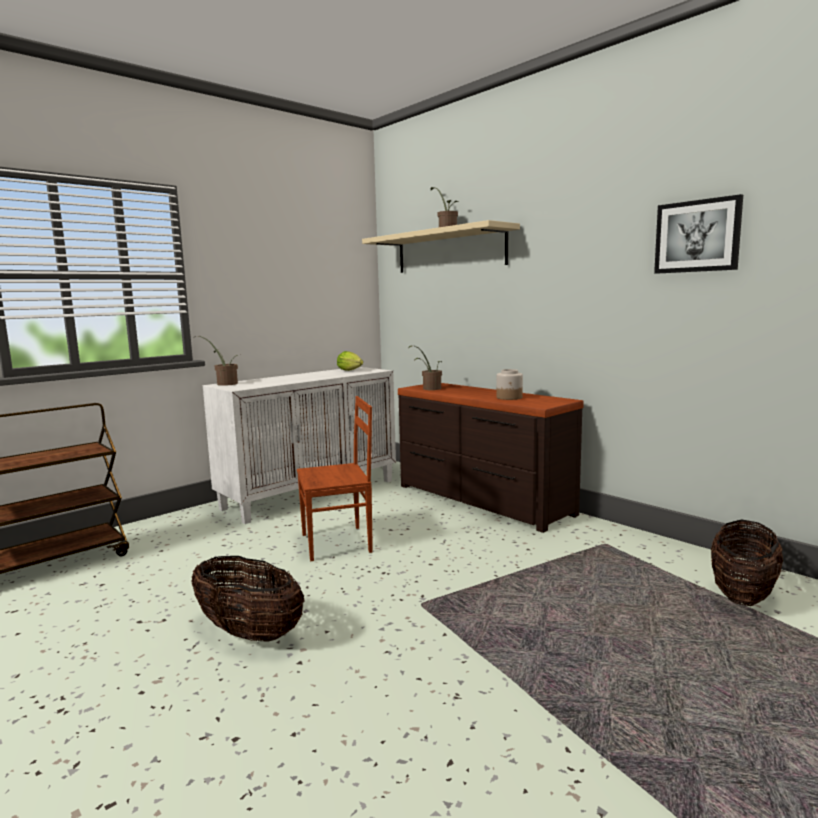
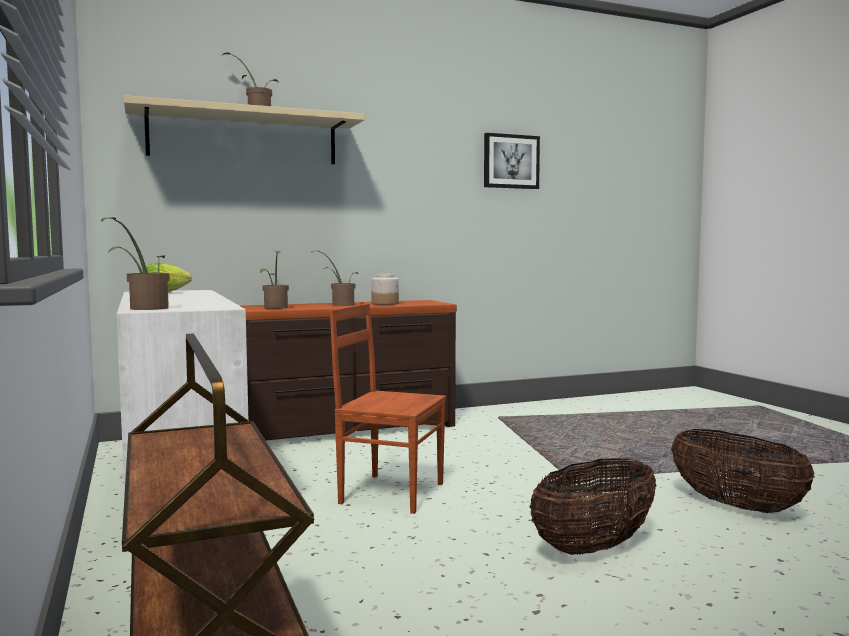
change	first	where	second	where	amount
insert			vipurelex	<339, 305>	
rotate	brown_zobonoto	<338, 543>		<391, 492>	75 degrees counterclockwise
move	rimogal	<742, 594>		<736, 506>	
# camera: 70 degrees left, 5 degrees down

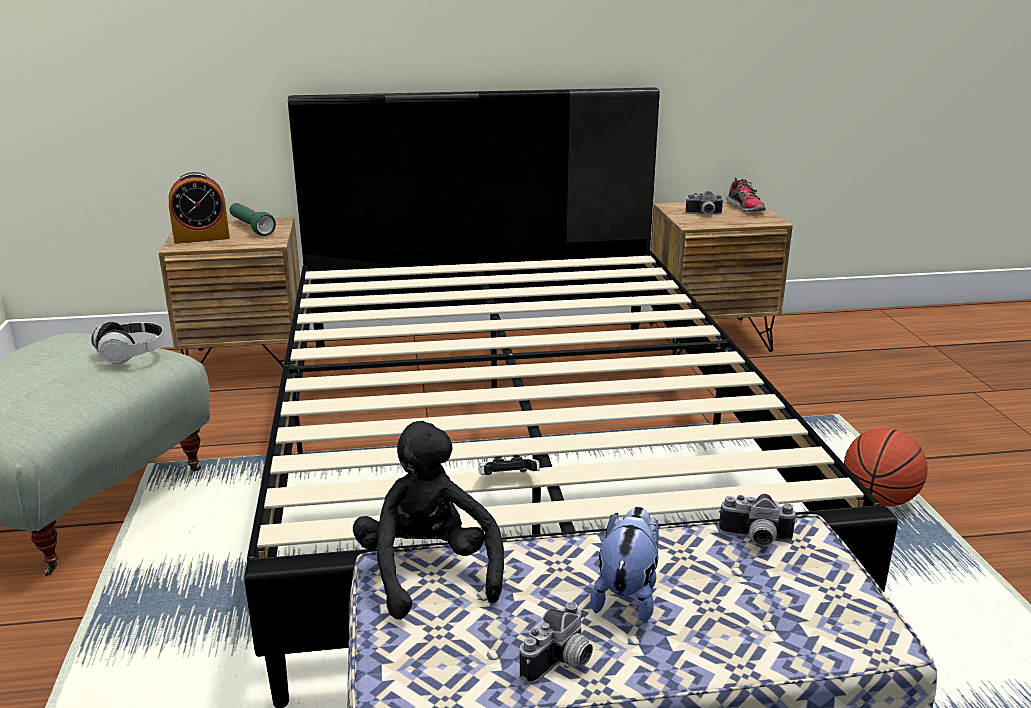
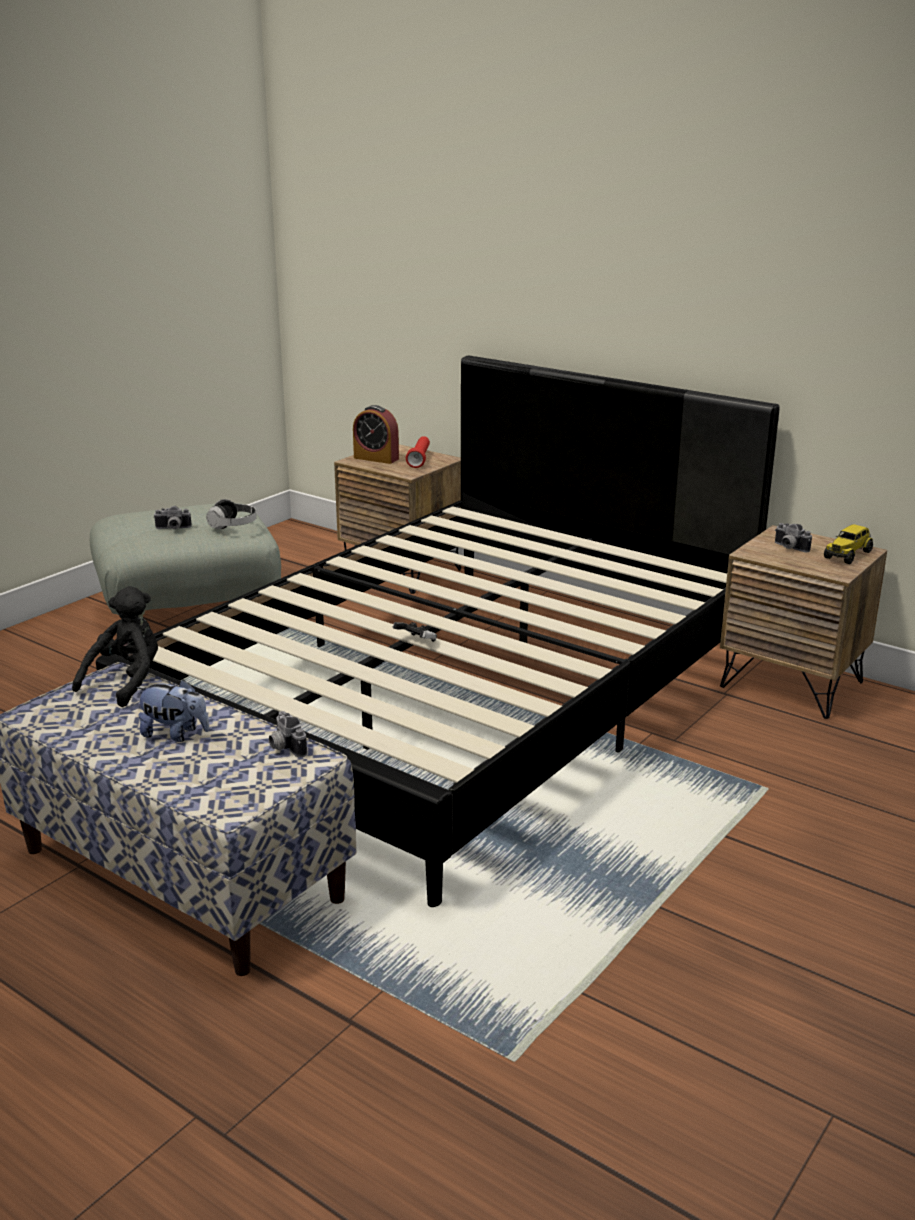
change	first	where	second	where	amount
rotate	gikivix	<627, 595>		<175, 734>	45 degrees clockwise
move	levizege	<561, 664>		<173, 529>	
move	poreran	<508, 481>		<416, 642>	
recolor	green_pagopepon	<251, 228>	red_pagopepon	<419, 459>	
replace	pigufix	<746, 208>	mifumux	<848, 555>	
delete	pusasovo	<878, 500>			
# camera: 45 degrees right, 0 degrees up

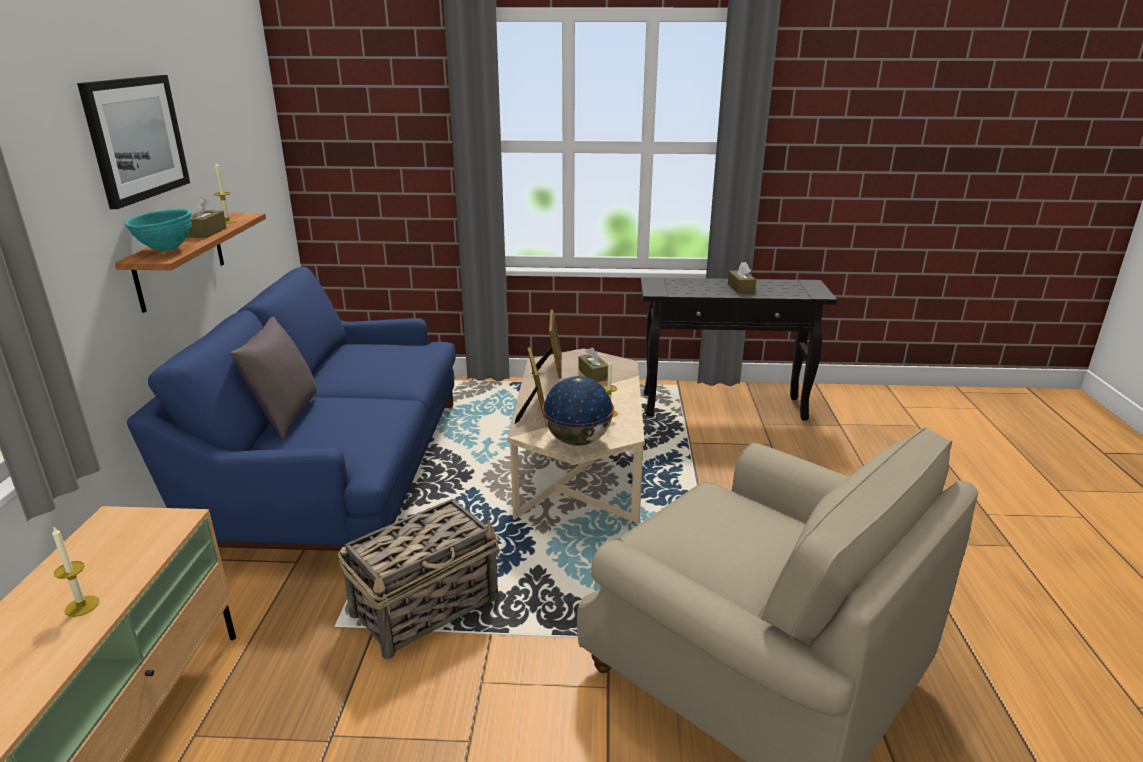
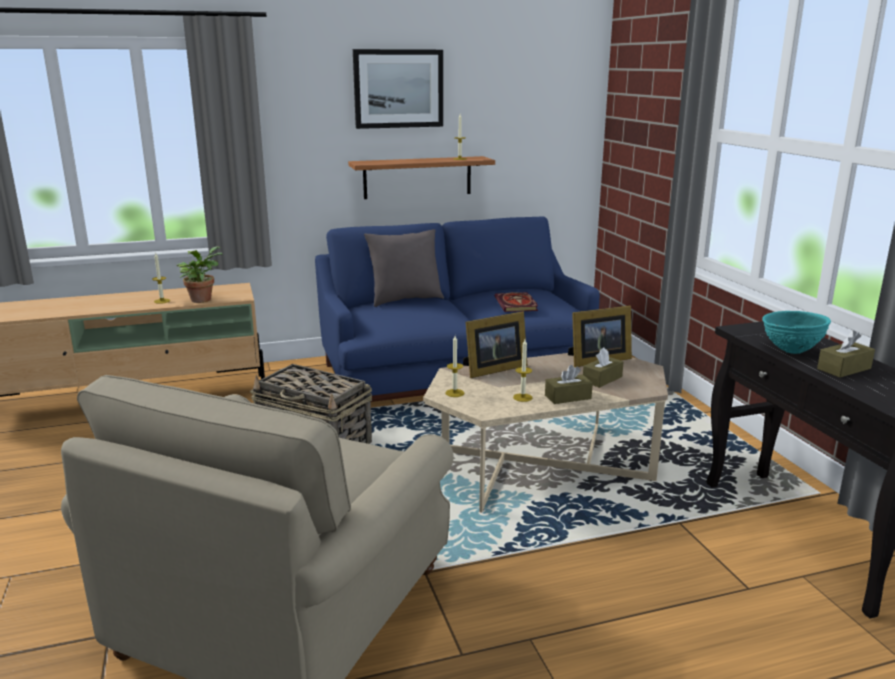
change	first	where	second	where	amount
insert			vipurelex	<202, 299>	
replace	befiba	<577, 441>	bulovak	<454, 393>	
insert			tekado	<517, 305>	
move	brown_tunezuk	<206, 232>		<568, 397>	
move	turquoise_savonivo	<166, 250>		<790, 351>	
# camera: 70 degrees right, 5 degrees down

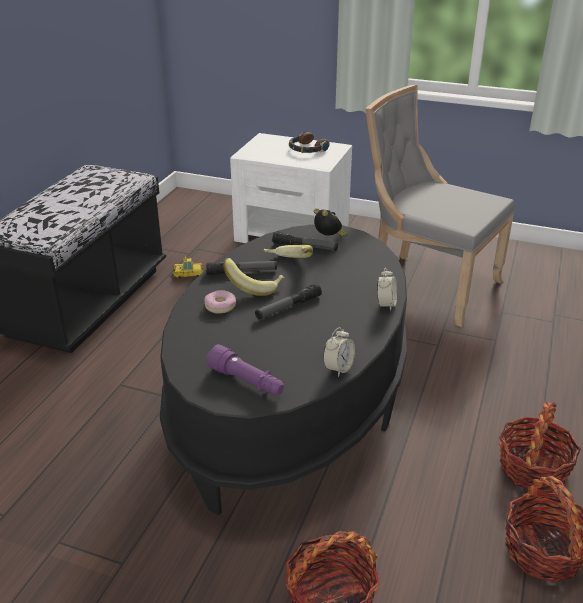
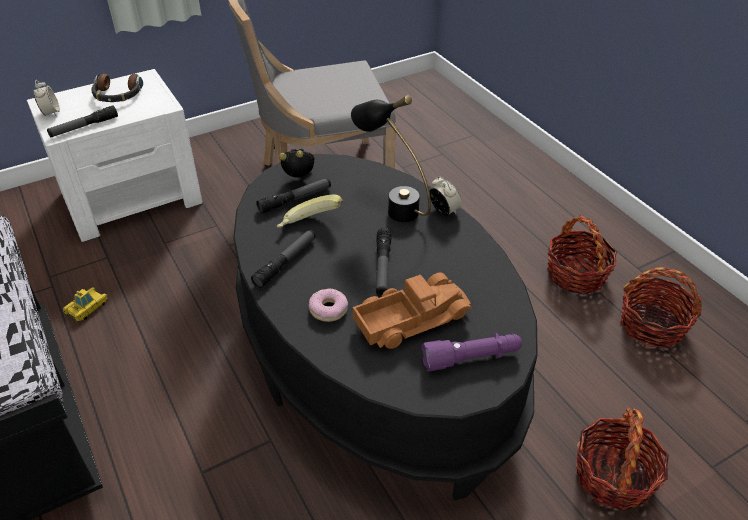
change	first	where	second	where	amount
move	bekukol	<338, 368>		<51, 113>	
insert			pagopepon	<84, 127>	
insert			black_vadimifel	<392, 205>	
insert			mifumux	<410, 318>	
delete	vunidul	<254, 287>			
# camera: 50 degrees left, 10 degrees up

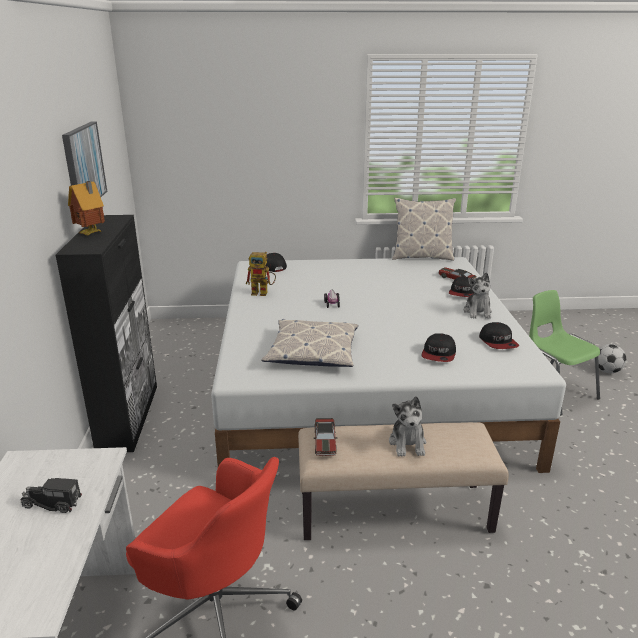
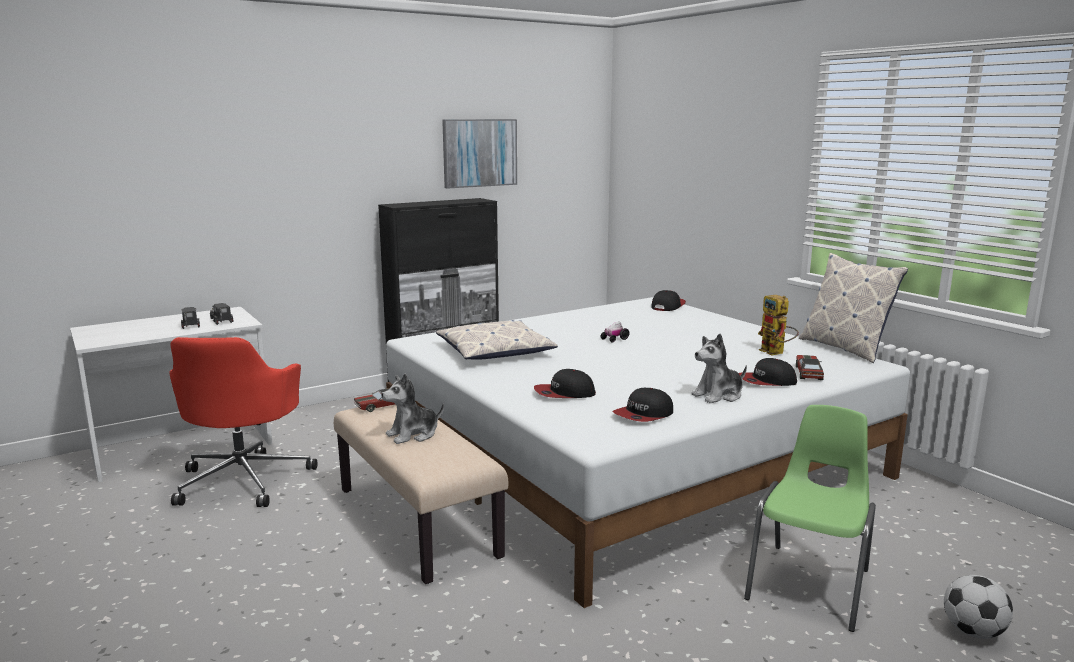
change	first	where	second	where	amount
insert			mifumux	<221, 321>	
move	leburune	<263, 293>		<776, 353>	
delete	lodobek	<91, 234>			
# camera: 60 degrees right, 10 degrees down

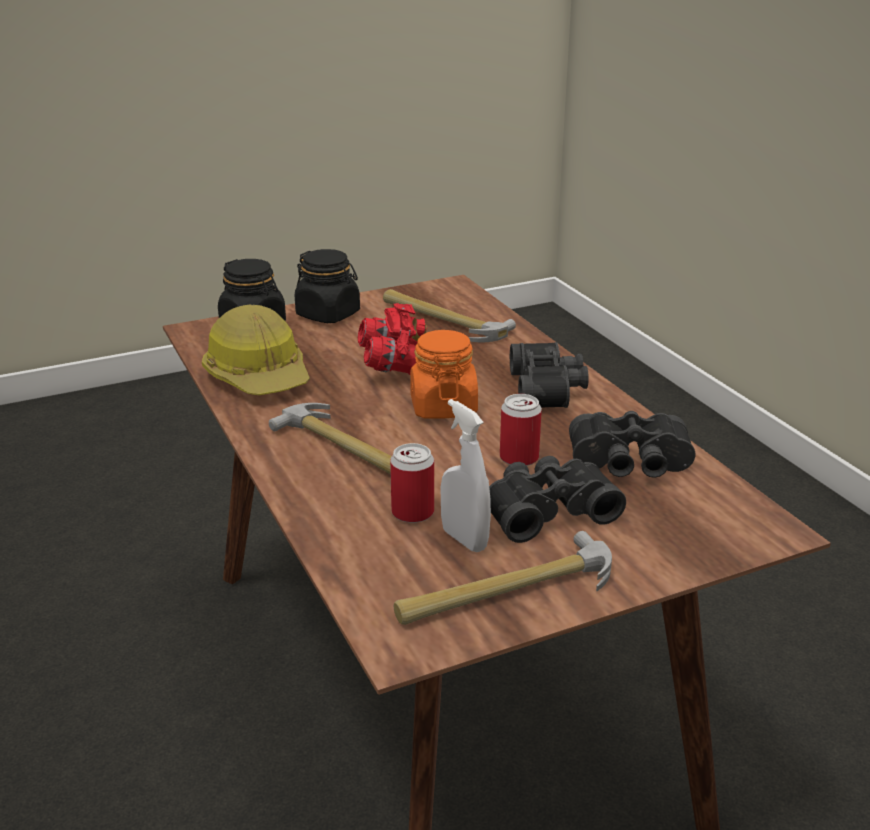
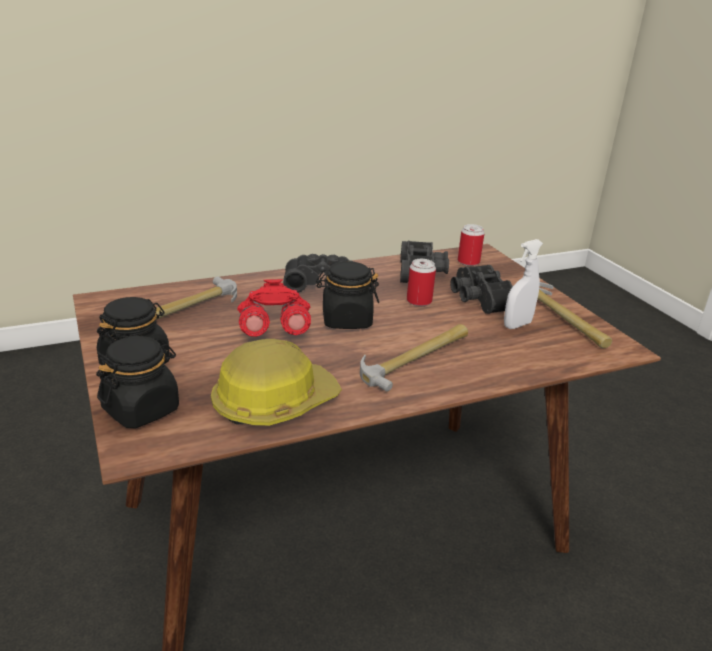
change	first	where	second	where	amount
recolor	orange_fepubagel	<443, 407>	black_fepubagel	<346, 320>	
move	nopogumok	<412, 512>		<468, 262>	
# camera: 90 degrees left, 0 degrees up

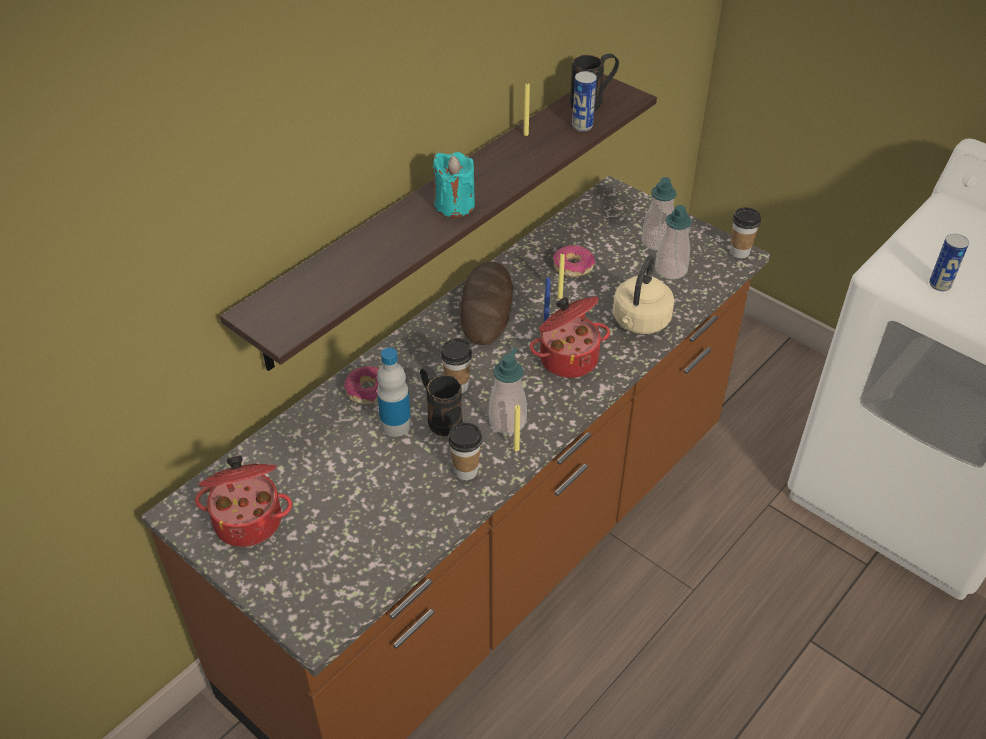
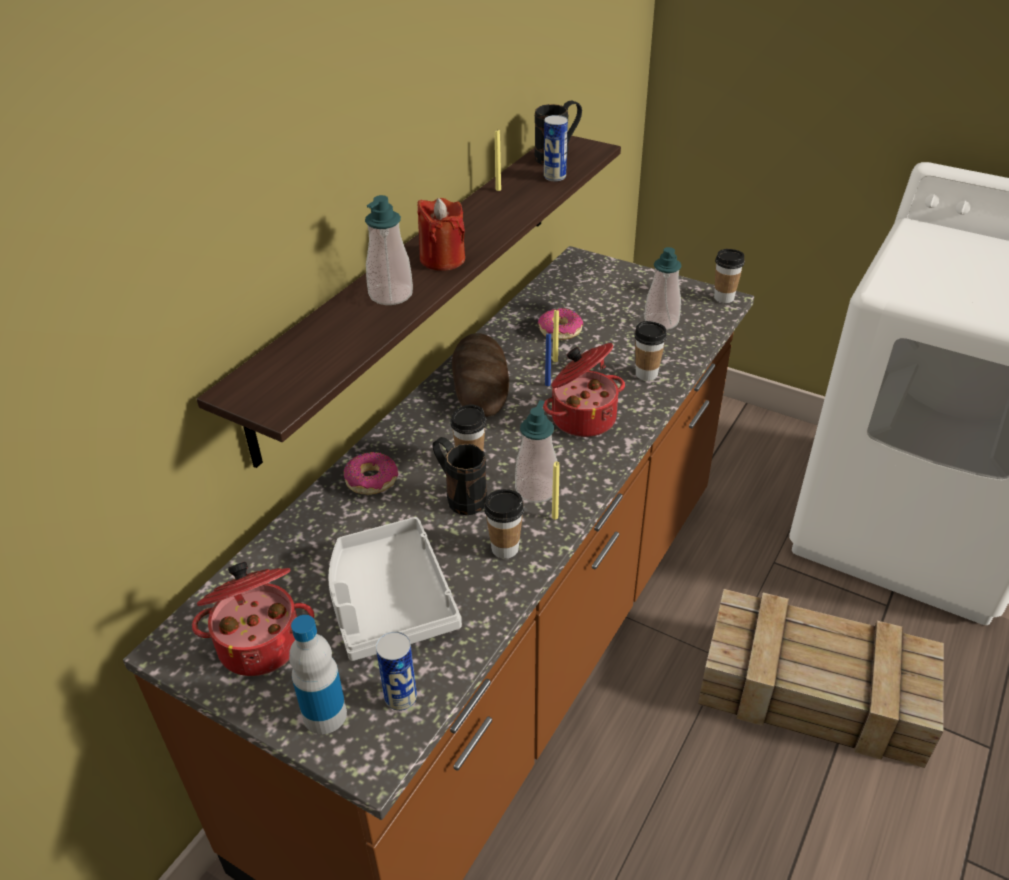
change	first	where	second	where	amount
move	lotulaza	<396, 425>		<325, 715>	
insert			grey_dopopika	<389, 601>	
move	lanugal	<657, 242>		<391, 295>	
move	nopogumok	<939, 285>		<401, 697>	
recolor	turquoise_bulovak	<454, 205>	red_bulovak	<442, 259>	
replace	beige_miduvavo	<639, 322>	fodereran	<646, 374>	
insert			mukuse	<809, 692>	
# camera: 10 degrees left, 5 degrees down

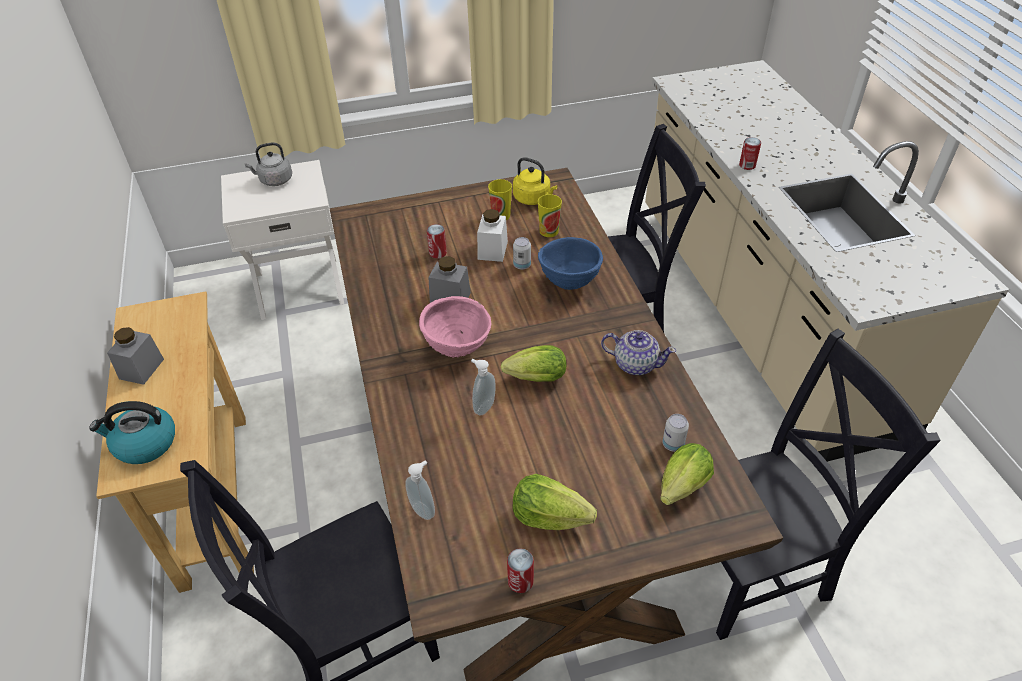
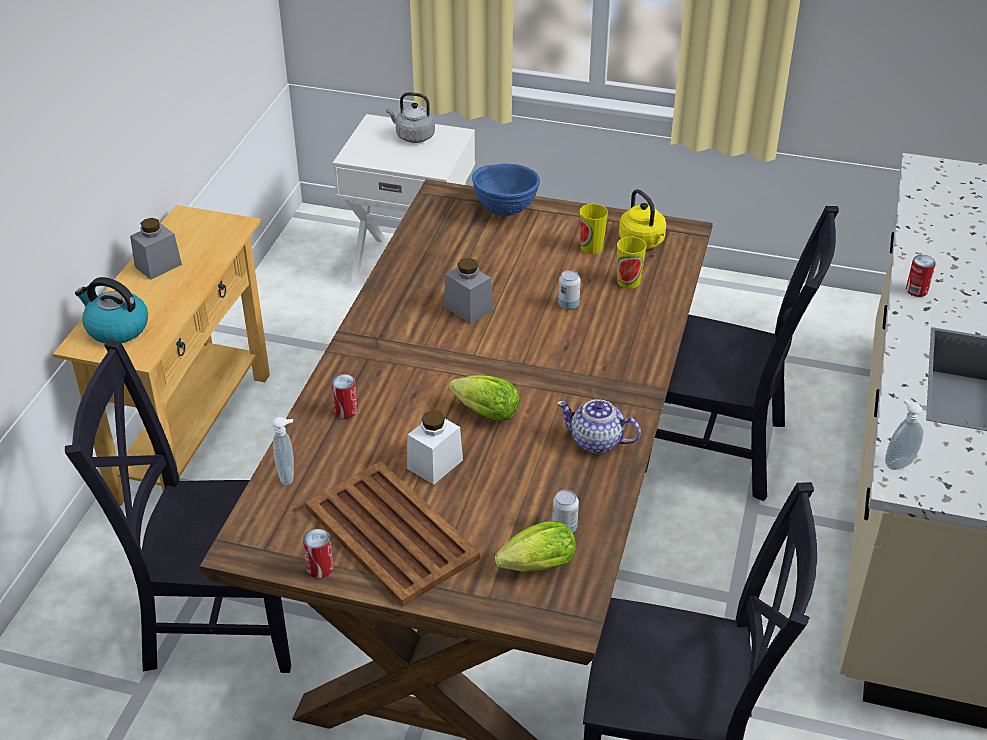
change	first	where	second	where	amount
replace	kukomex	<549, 516>	brown_dopopika	<390, 532>	
move	nopogumok	<438, 253>		<346, 411>	
move	white_fepubagel	<492, 250>		<435, 464>	
move	blue_savonivo	<569, 283>		<505, 211>	
rotate	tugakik	<635, 364>		<597, 442>	150 degrees clockwise
move	lanugal	<483, 406>		<898, 462>	
delete	pink_savonivo	<457, 348>			
# camera: 30 degrees right, 5 degrees down

